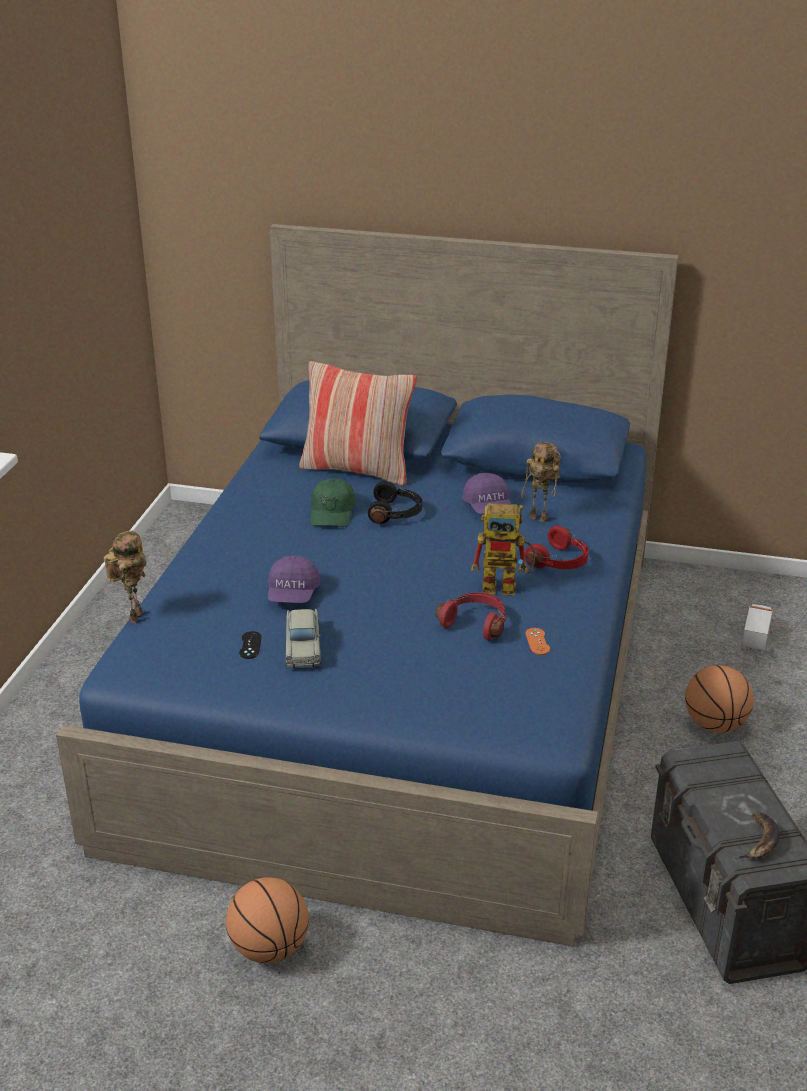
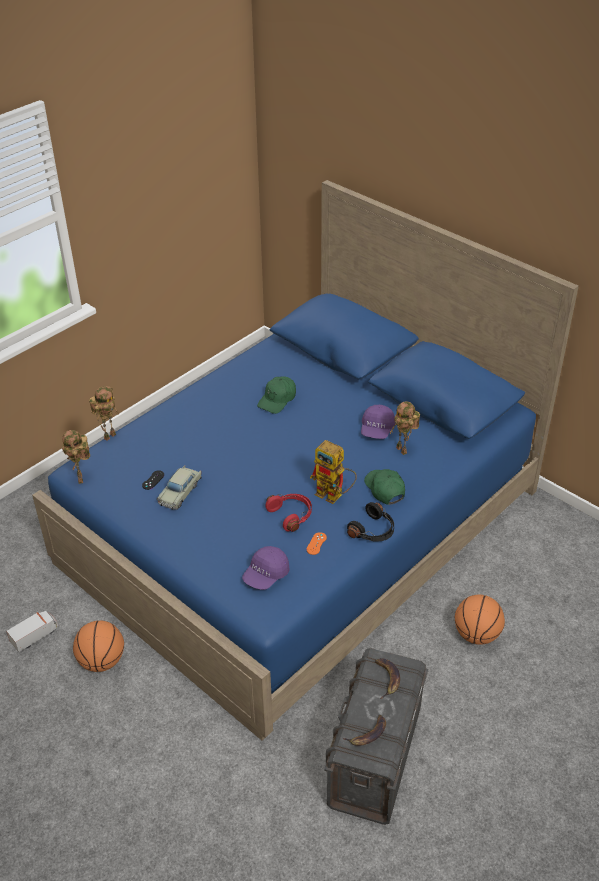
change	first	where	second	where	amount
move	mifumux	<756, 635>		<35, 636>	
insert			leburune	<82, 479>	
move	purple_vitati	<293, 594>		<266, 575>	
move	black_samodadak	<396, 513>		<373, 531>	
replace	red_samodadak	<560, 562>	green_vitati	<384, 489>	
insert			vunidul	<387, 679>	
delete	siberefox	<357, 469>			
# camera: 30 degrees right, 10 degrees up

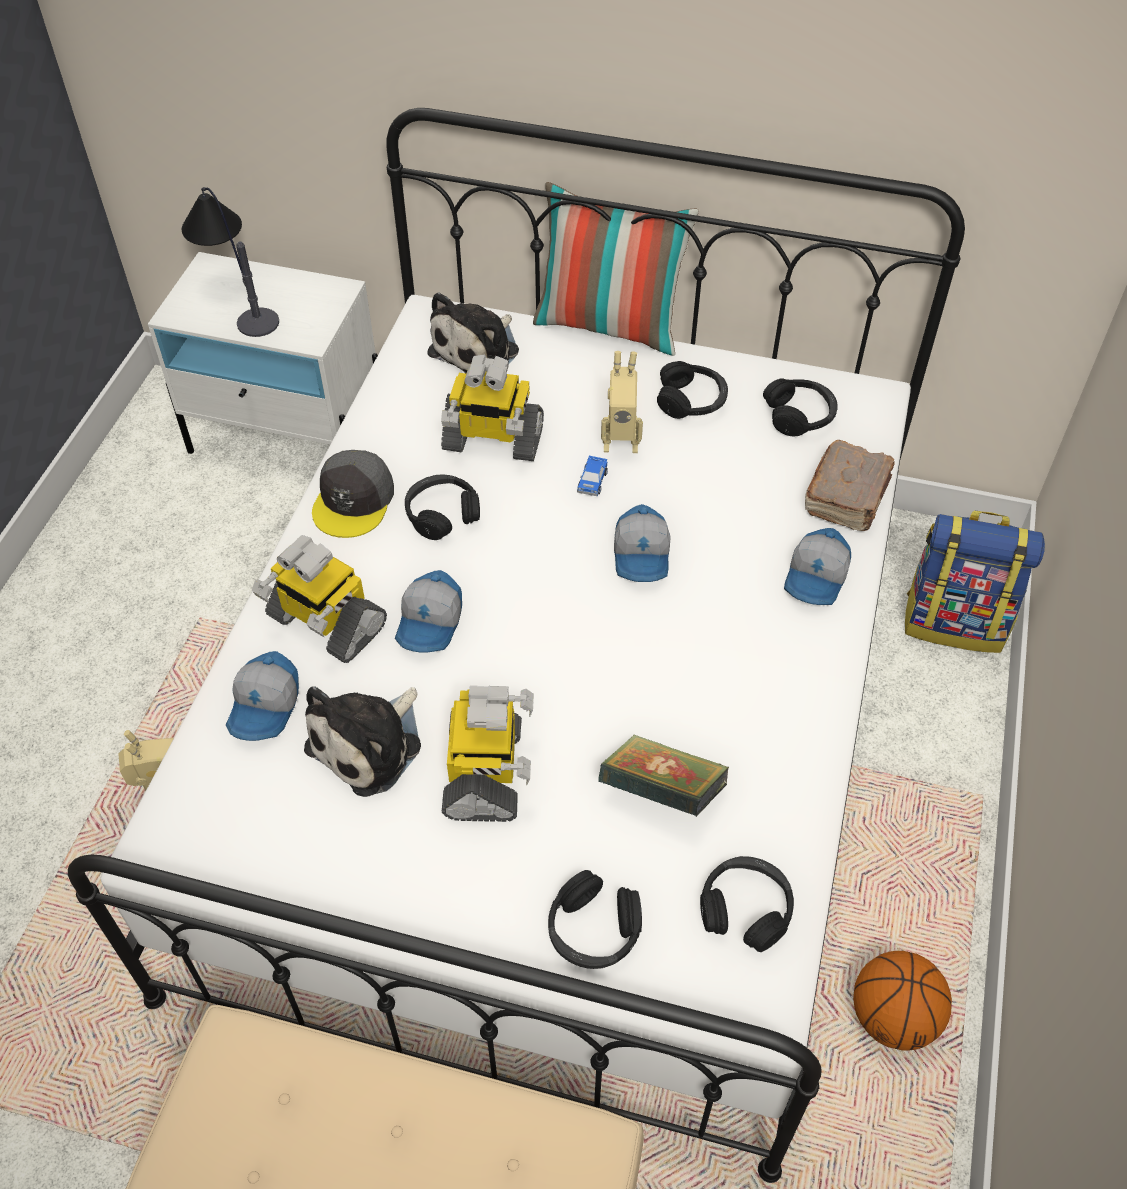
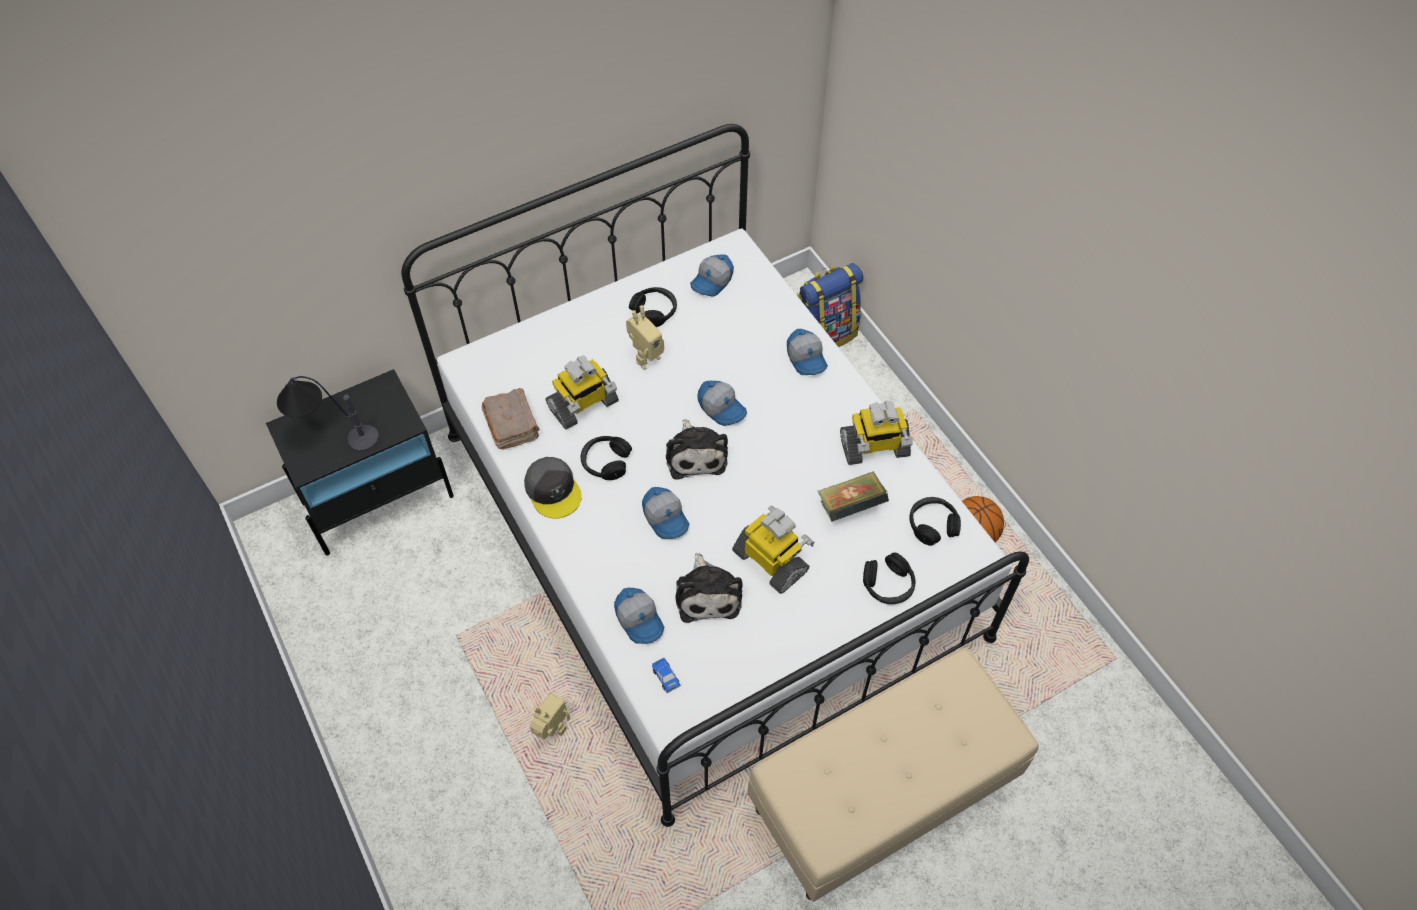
change	first	where	second	where	amount
recolor	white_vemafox	<289, 438>	black_vemafox	<379, 499>	
move	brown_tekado	<847, 497>		<512, 425>	
move	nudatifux	<592, 481>		<666, 677>	
move	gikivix	<478, 350>		<695, 454>	
replace	black_samodadak	<799, 415>	vitati	<712, 282>	
move	leburune	<325, 622>		<874, 448>	
delete	siberefox	<610, 326>			
# camera: 45 degrees left, 5 degrees up

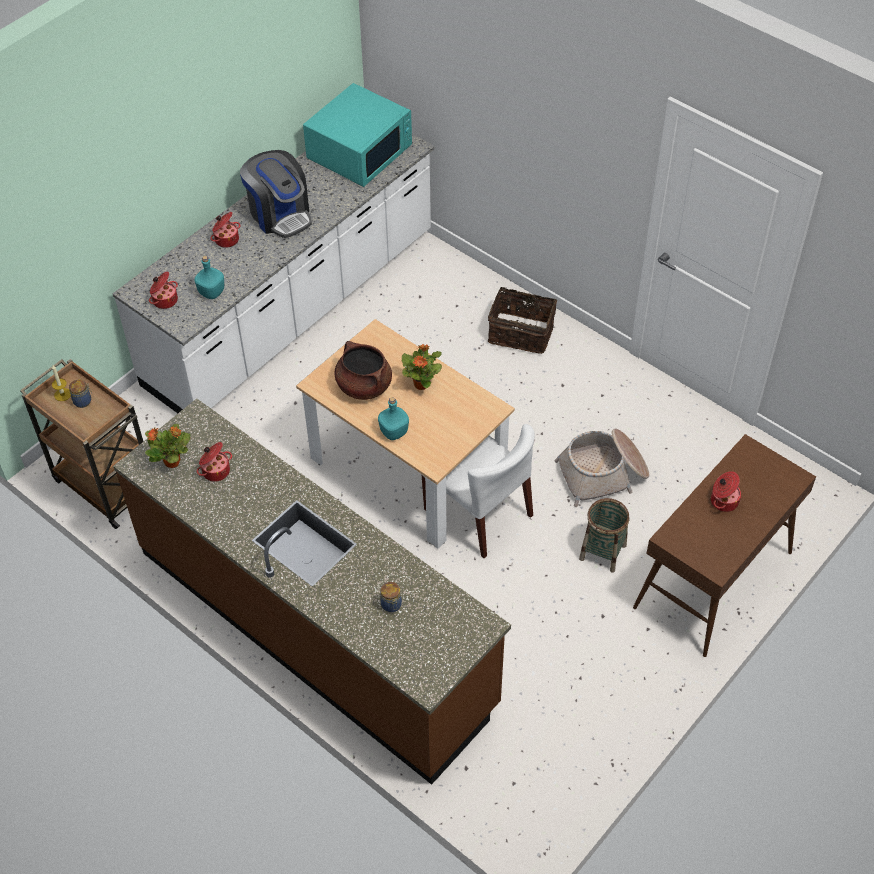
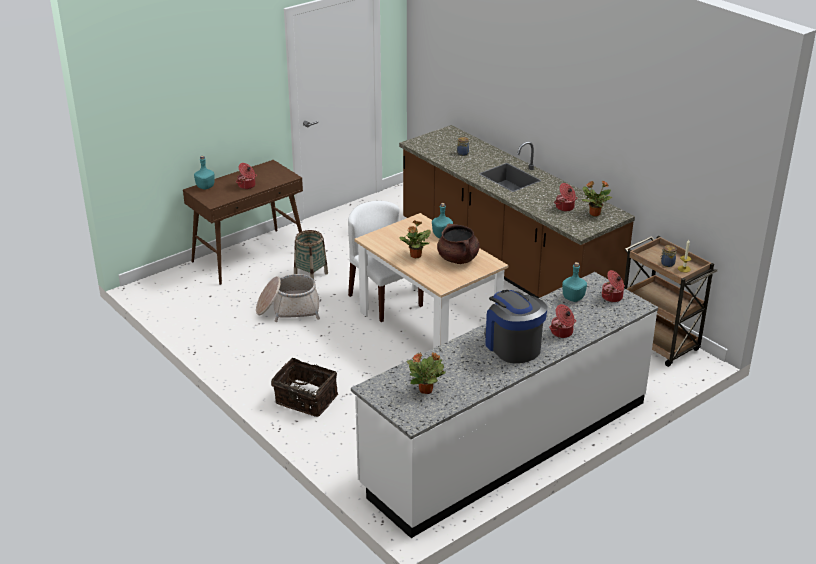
change	first	where	second	where	amount
insert			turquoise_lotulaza	<205, 186>	
replace	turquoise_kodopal	<360, 152>	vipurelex	<426, 390>	
# camera: 170 degrees left, 20 degrees down

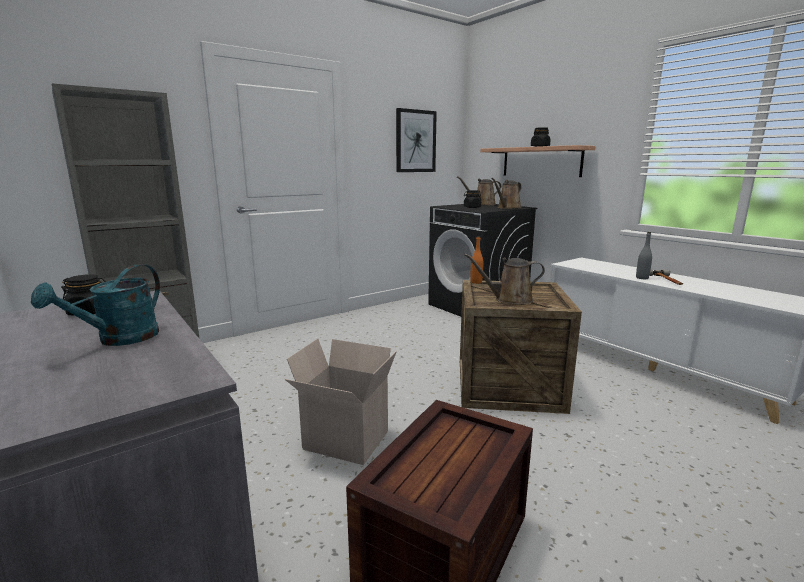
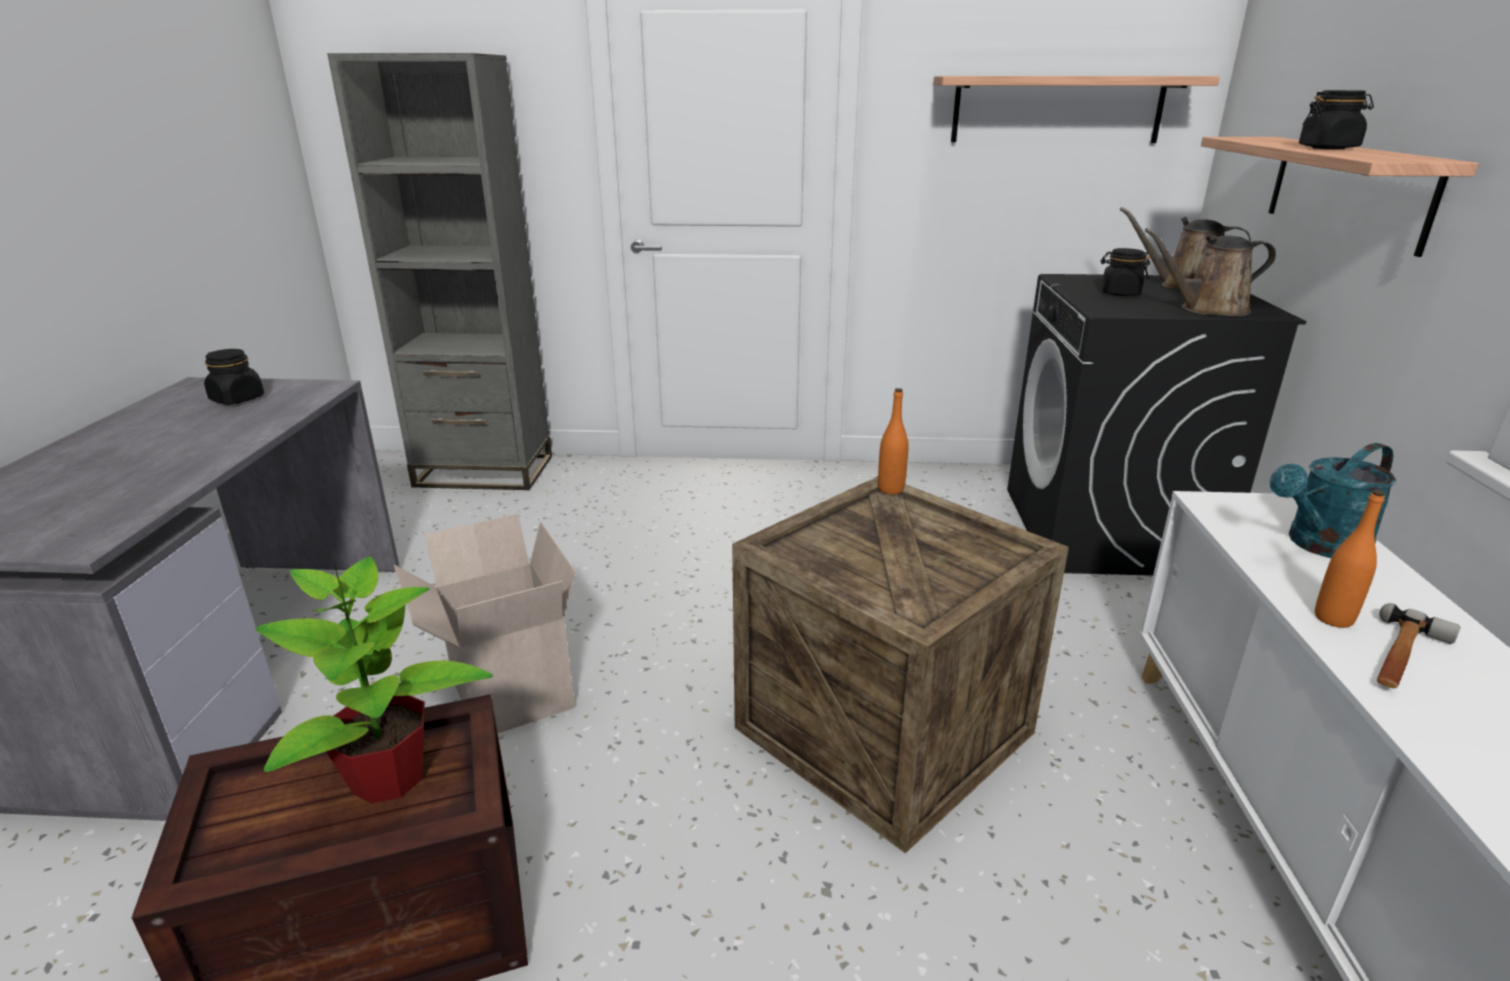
change	first	where	second	where	amount
insert			vipurelex	<389, 778>	
replace	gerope	<415, 141>	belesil	<1057, 109>	
move	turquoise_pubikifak	<119, 339>		<1319, 545>	
recolor	grey_lotulaza	<642, 278>	orange_lotulaza	<1333, 618>	
delete	brown_pubikifak	<509, 299>			
# camera: 40 degrees right, 10 degrees up

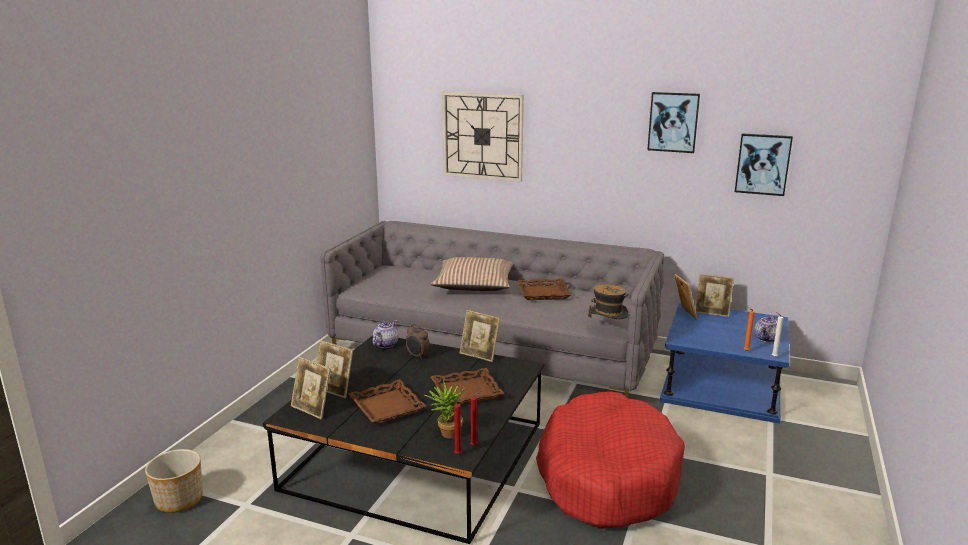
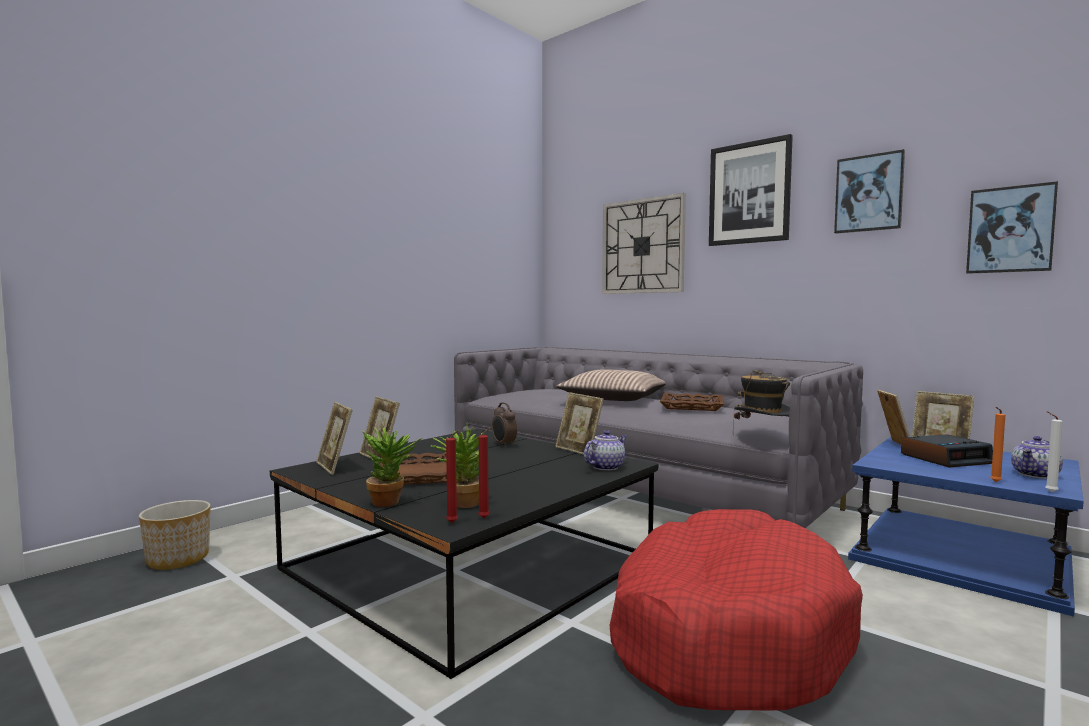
change	first	where	second	where	amount
insert			vipurelex	<391, 502>	
move	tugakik	<385, 344>		<605, 467>	
insert			gerope	<749, 193>	
insert			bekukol	<945, 458>	
delete	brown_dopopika	<466, 392>			
# camera: 20 degrees right, 15 degrees down

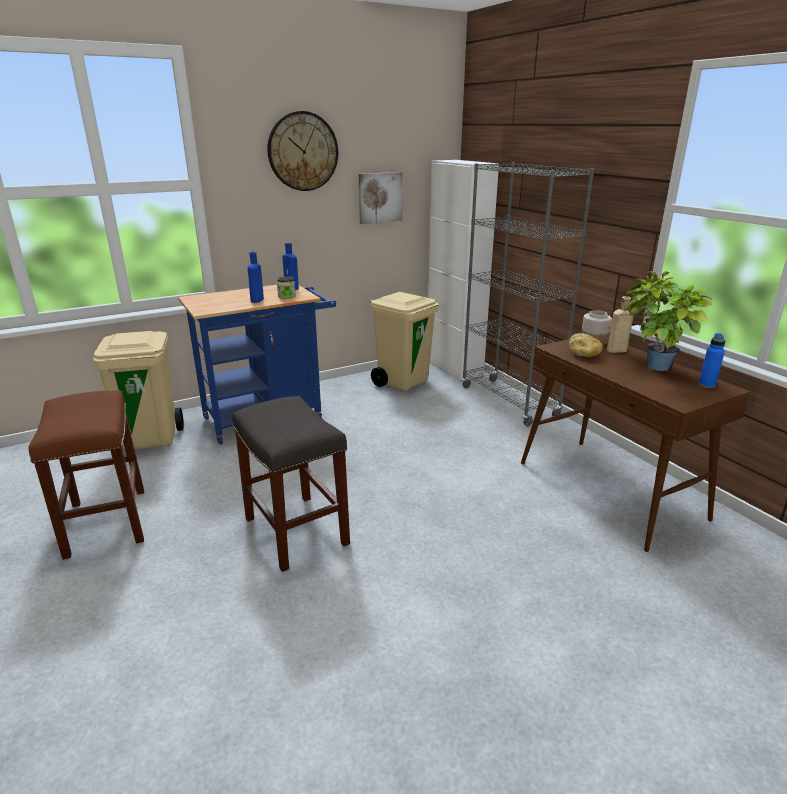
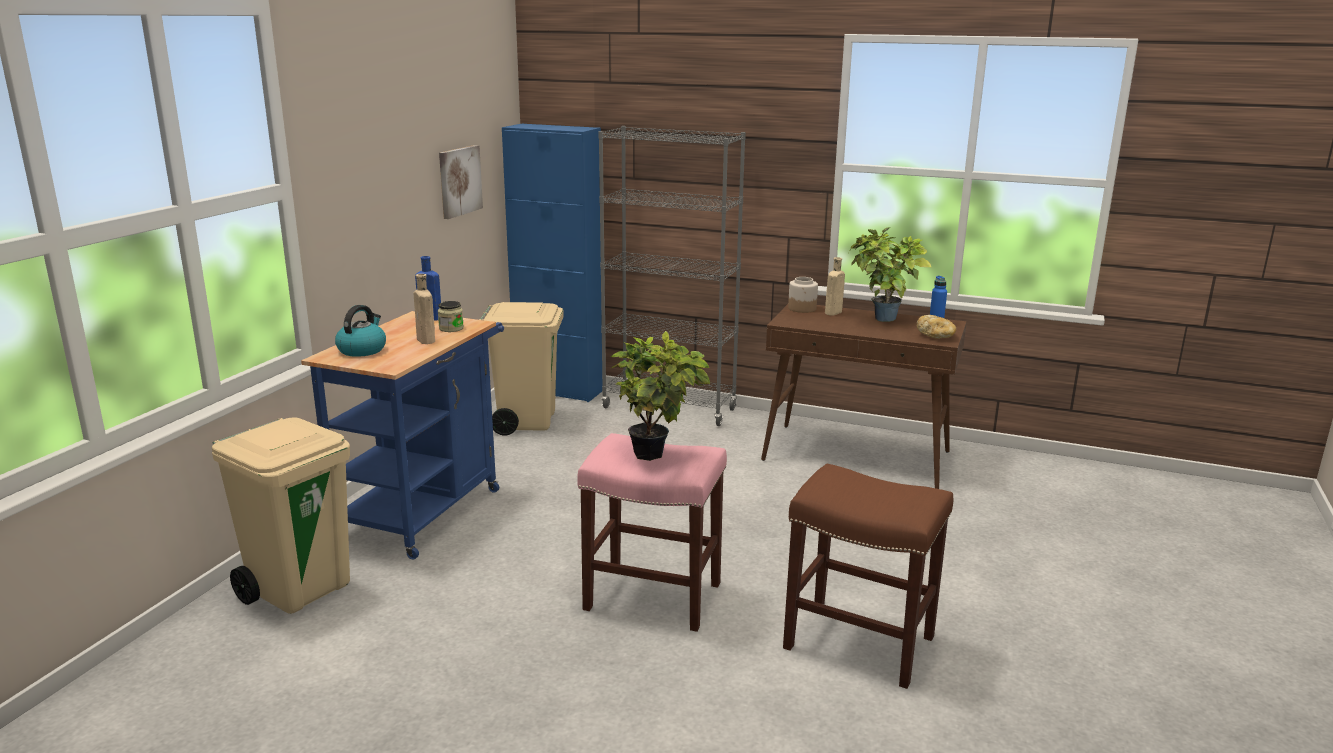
change	first	where	second	where	amount
insert			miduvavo	<362, 350>	
recolor	blue_lotulaza	<257, 300>	beige_lotulaza	<426, 341>	
recolor	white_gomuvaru	<454, 367>	blue_gomuvaru	<559, 390>	
recolor	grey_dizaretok	<297, 531>	pink_dizaretok	<655, 596>	
insert			vipurelex	<657, 455>	
move	brown_dizaretok	<106, 521>		<856, 642>	
move	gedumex	<584, 354>		<936, 336>	
delete	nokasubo	<303, 151>			
# camera: 40 degrees left, 5 degrees down

